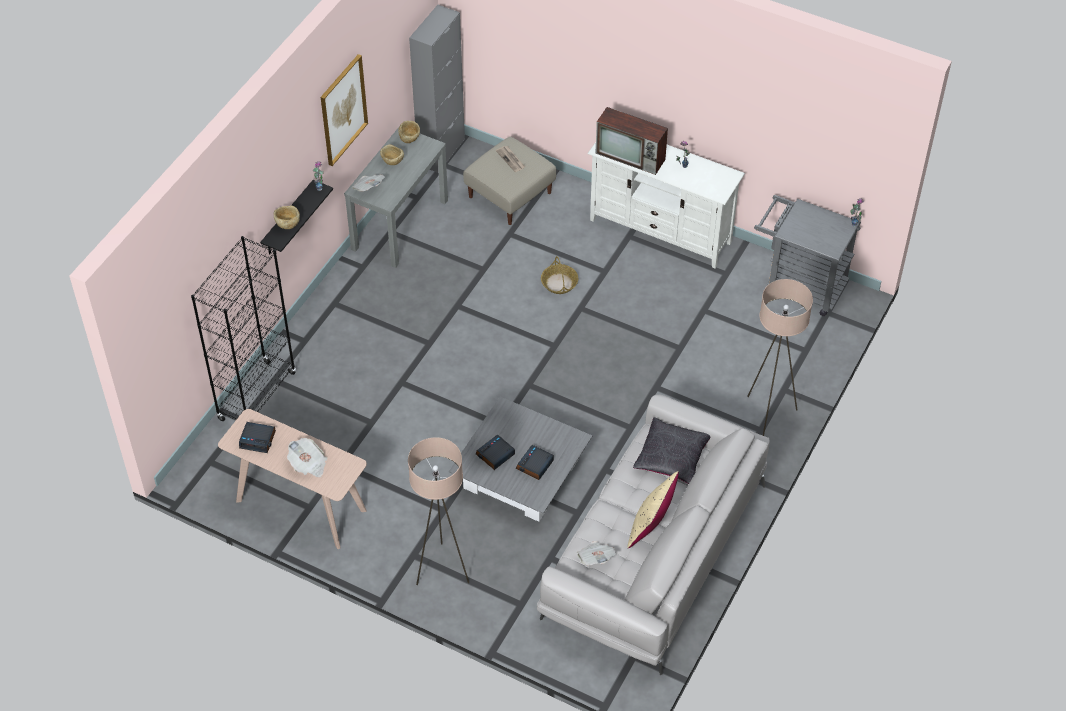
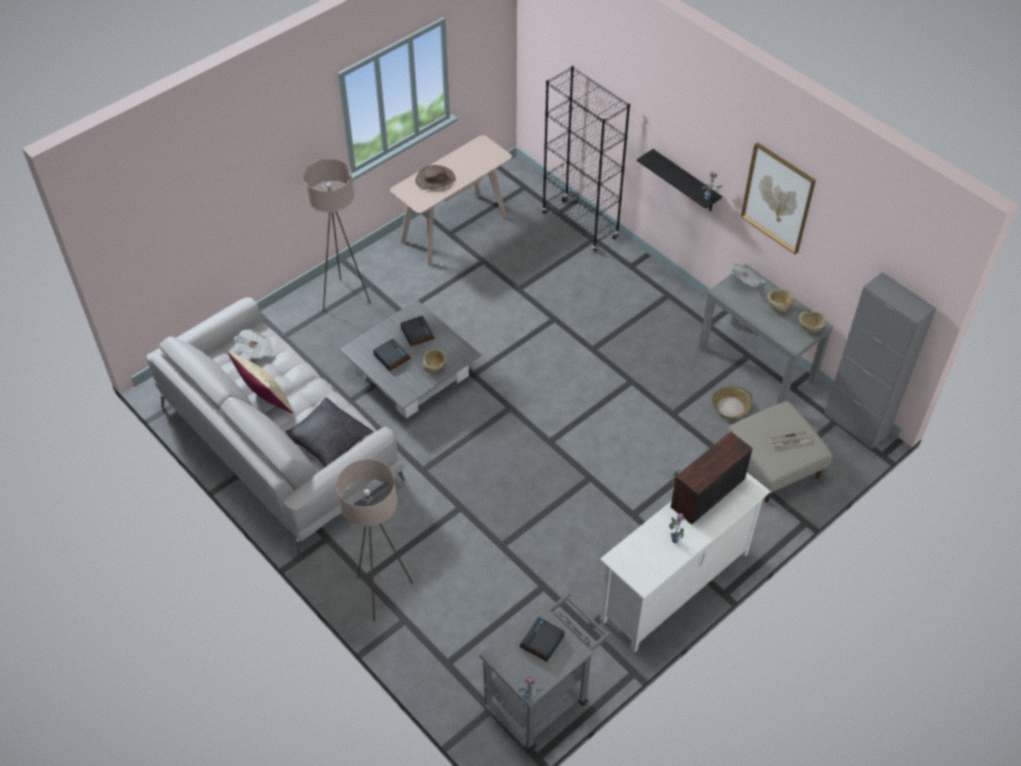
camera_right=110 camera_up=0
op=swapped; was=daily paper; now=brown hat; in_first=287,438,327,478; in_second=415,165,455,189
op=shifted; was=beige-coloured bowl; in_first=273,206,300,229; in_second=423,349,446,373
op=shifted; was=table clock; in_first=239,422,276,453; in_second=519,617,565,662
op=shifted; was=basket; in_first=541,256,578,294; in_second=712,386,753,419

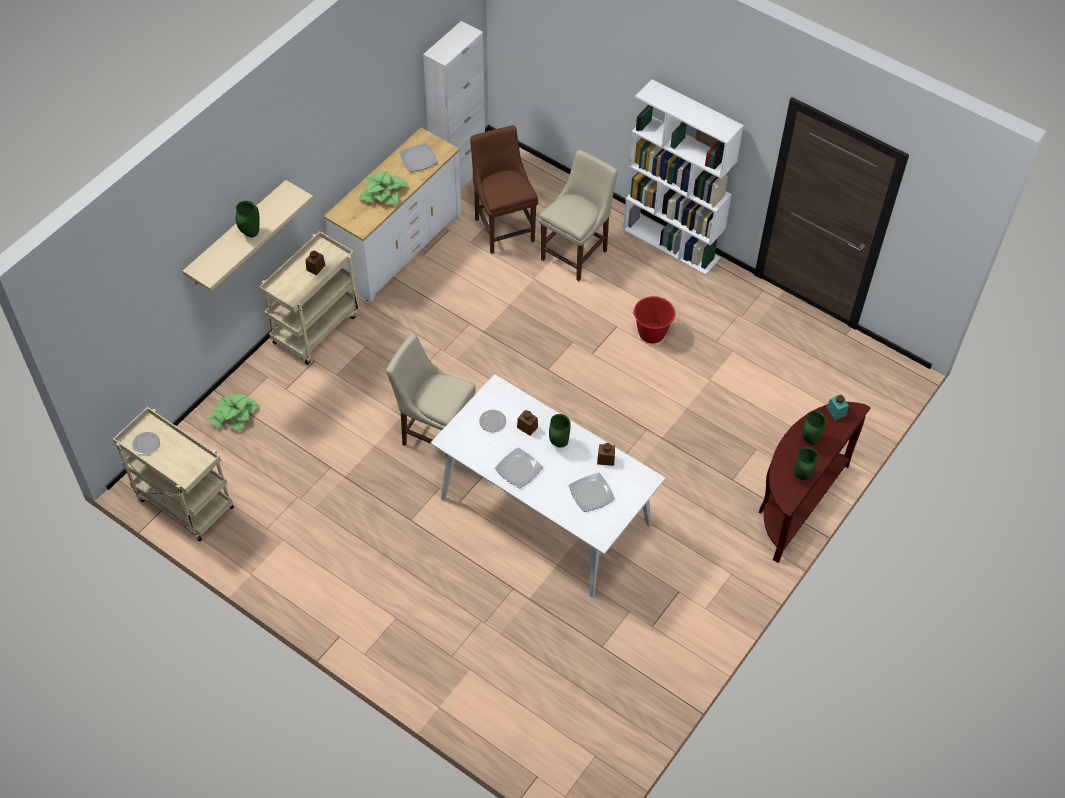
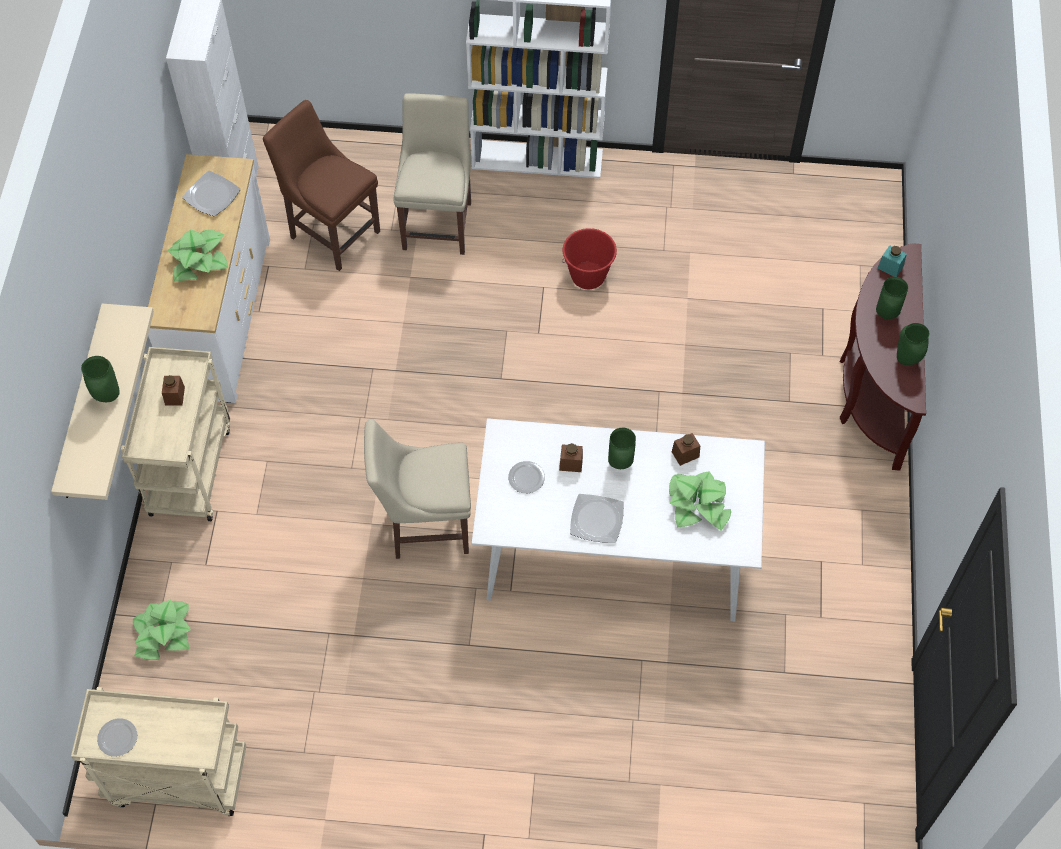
camera_right=-30 camera_up=5
op=swapped; was=flat dish; now=plant in a pot; in_first=569,472,615,512; in_second=669,471,731,530

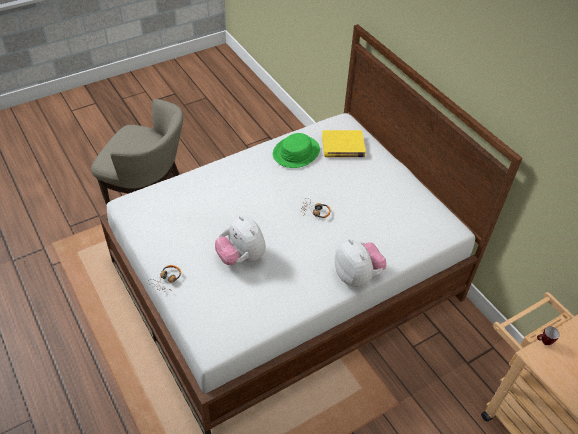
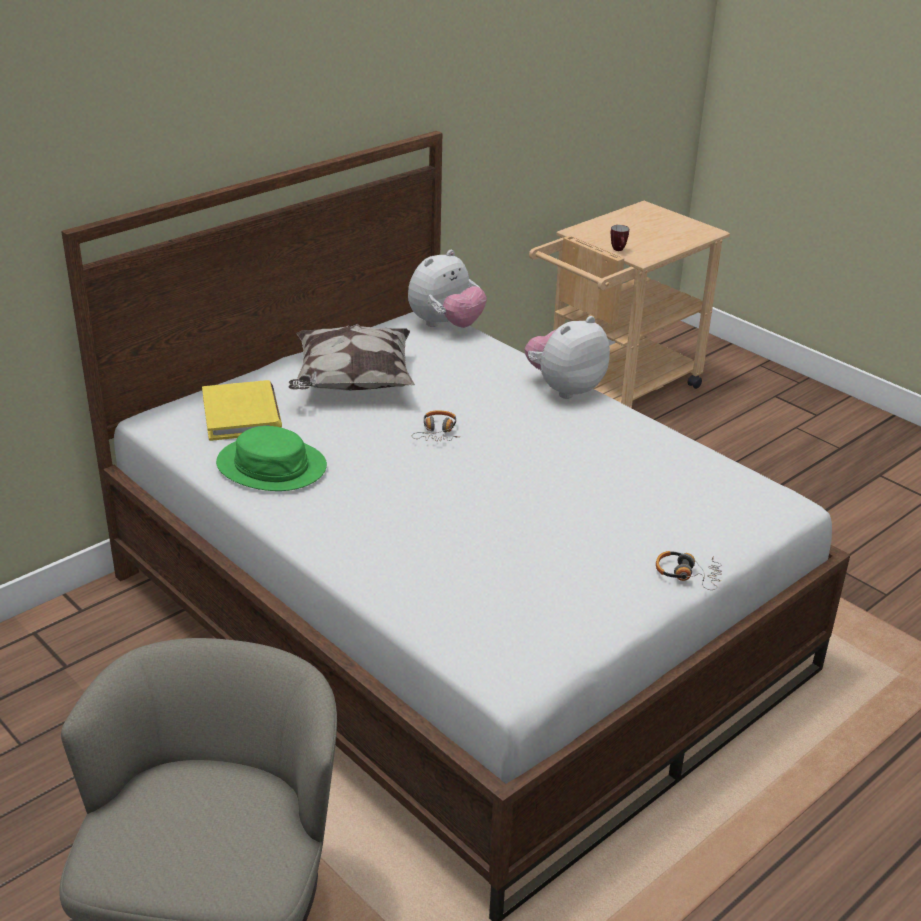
camera_right=-100 camera_up=-15
op=new; now=throw pillow; in_second=288,324,415,391
op=shifted; was=plush toy; in_first=215,216,266,265; in_second=408,250,487,328

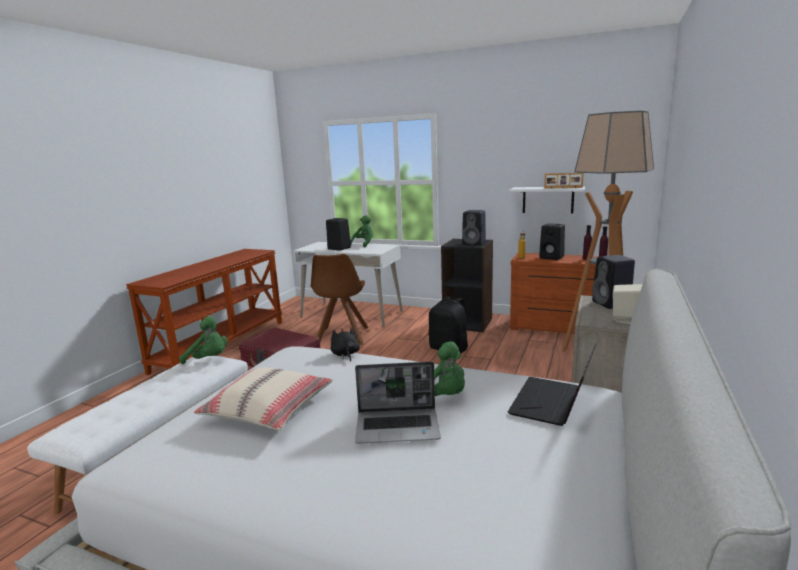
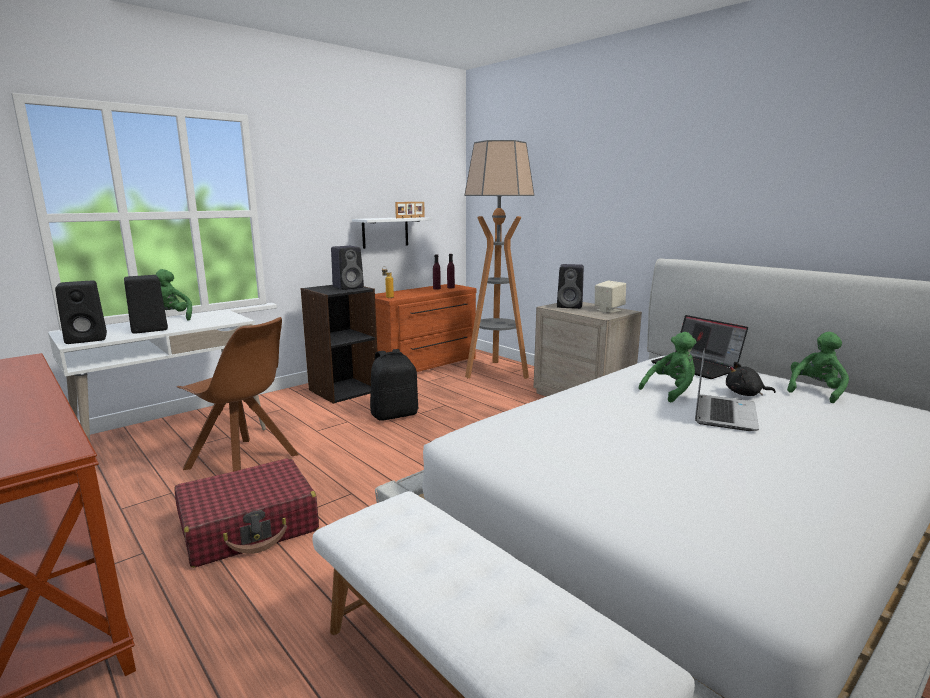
camera_right=-65 camera_up=0
op=shifted; was=black speaker; in_first=539,223,565,260; in_second=55,280,107,344
op=shifted; was=black plush toy; in_first=331,327,360,362; in_second=726,362,776,396
op=shifted; was=green plush toy; in_first=179,316,228,364; in_second=787,332,849,403
op=gone; was=beige-coloured throw pillow; in_first=194,368,333,431

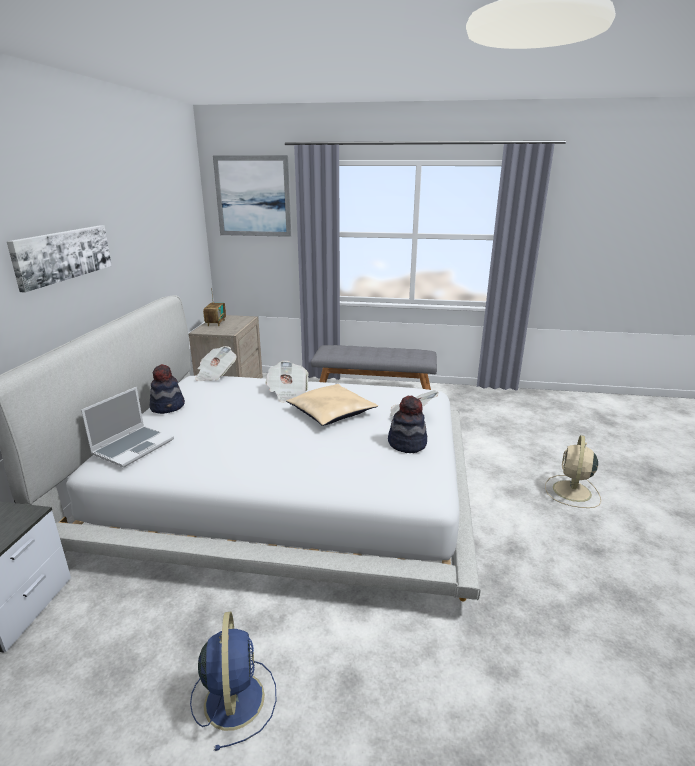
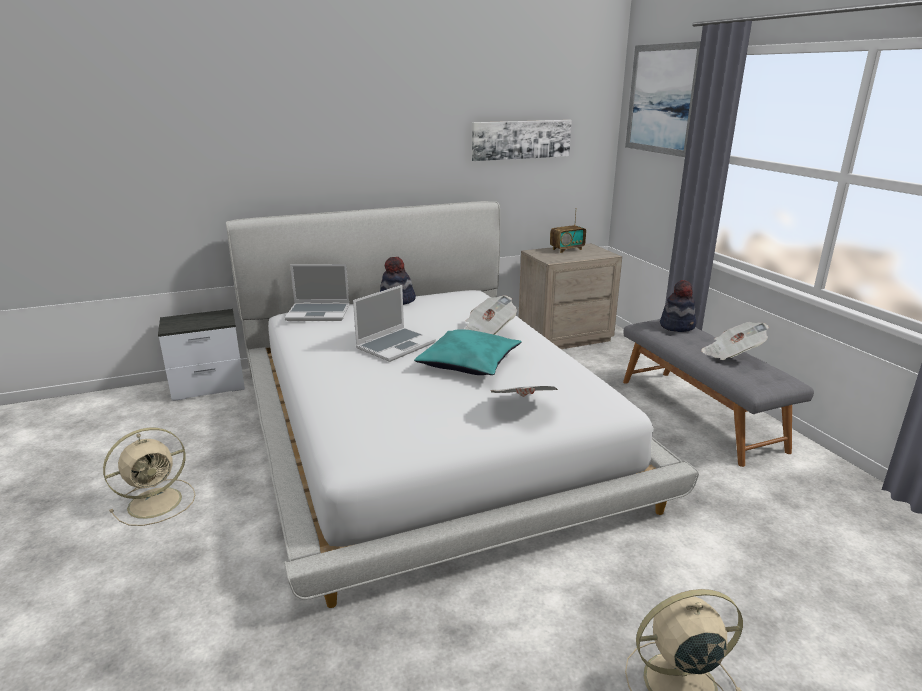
camera_right=60 camera_up=0
op=repainted; was=bluish fan; now=beige-coloured fan; in_first=190,612,277,751; in_second=103,428,195,526
op=new; now=portable computer; in_second=353,285,436,362
op=repainted; was=beige-coloured throw pillow; now=blue-green throw pillow; in_first=286,384,378,426; in_second=414,329,522,375
op=shifted; was=picture; in_first=6,225,112,293; in_second=472,120,572,161
op=shifted; was=hat; in_first=388,396,427,453; in_second=660,280,696,332
op=shifted; was=daily paper; in_first=195,346,236,381; in_second=701,322,769,360

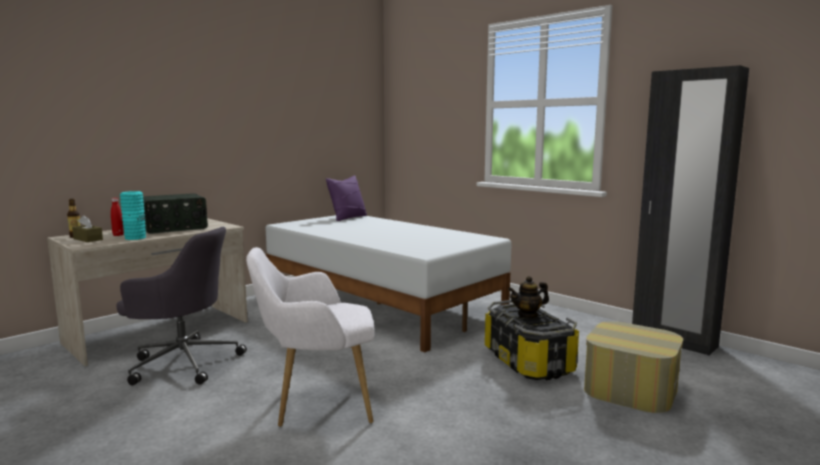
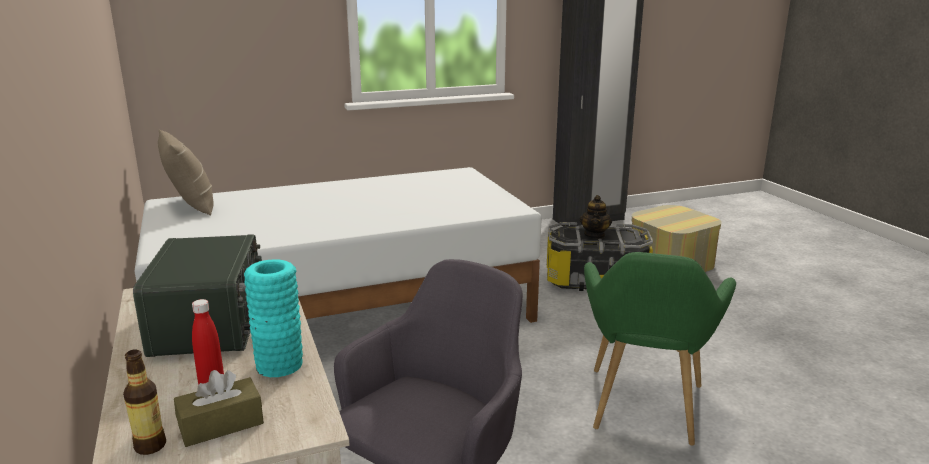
camera_right=-65 camera_up=10
op=repainted; was=purple throw pillow; now=beige-coloured throw pillow; in_first=326,176,367,221; in_second=158,130,213,216
op=repainted; was=white armchair; now=green armchair; in_first=246,247,374,427; in_second=584,252,736,446

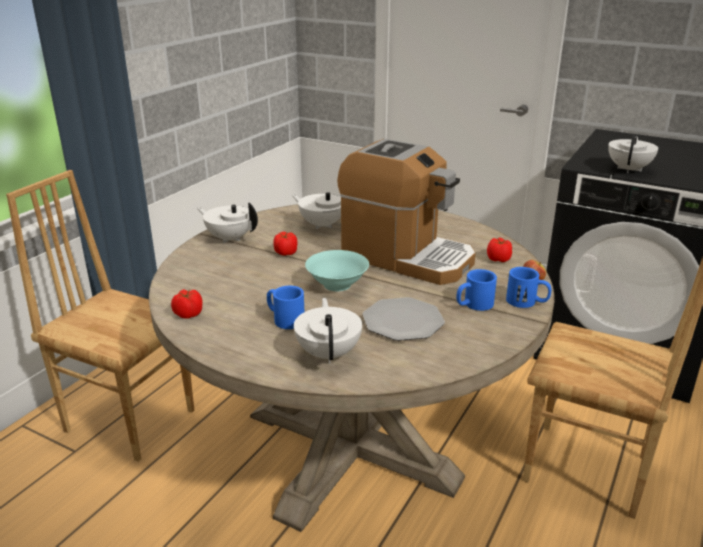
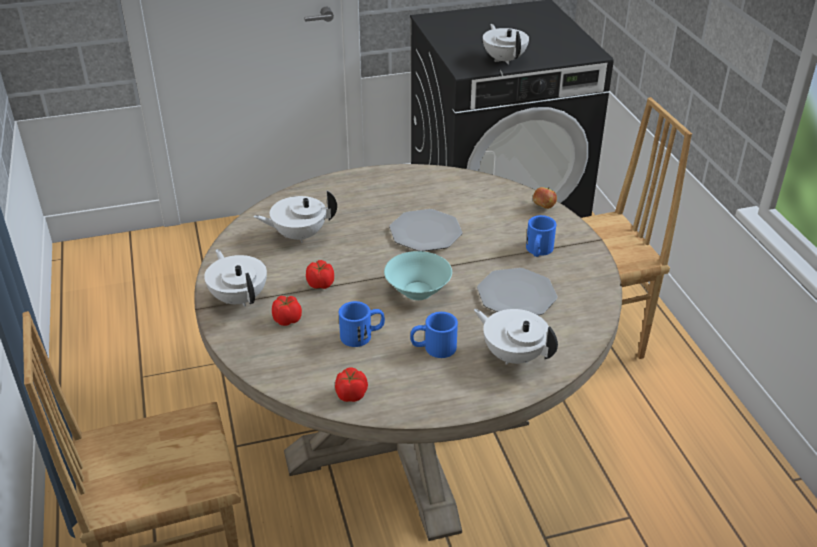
camera_right=-45 camera_up=10
op=rotated; was=white tea pot; in_first=197,202,258,243; in_second=204,249,267,307; clockwise=75
op=shifted; was=tomato; in_first=487,238,512,262; in_second=272,296,302,326
op=shifted; was=bluish tea mug; in_first=506,267,551,308; in_second=339,301,385,347
op=swapped; was=coffee brewer; now=flat dish; in_first=337,139,476,285; in_second=389,209,463,251

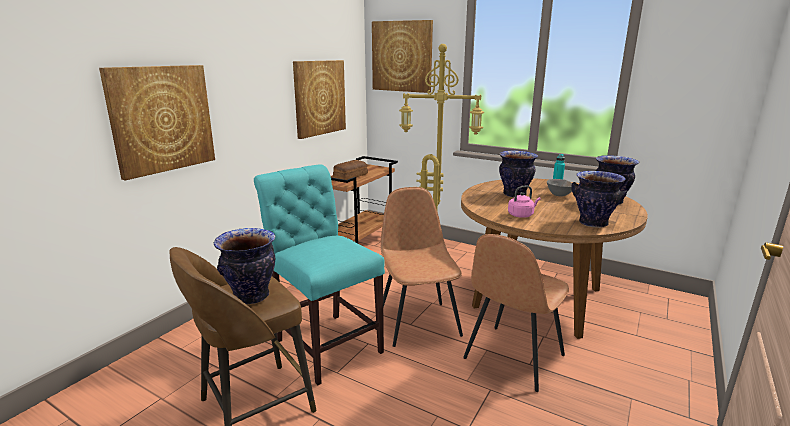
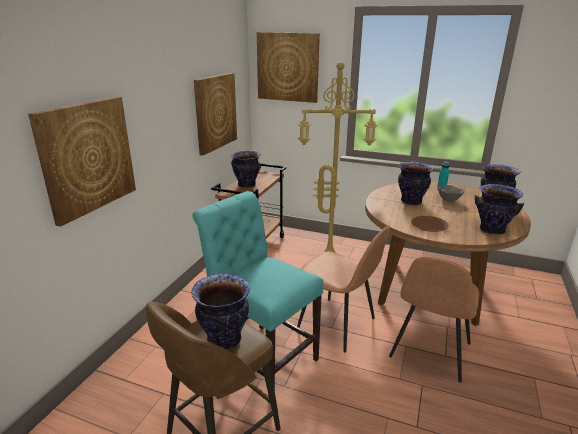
camera_right=-10 camera_up=5
op=swapped; was=baked bread; now=flower vase; in_first=333,160,368,180; in_second=231,151,261,188
op=rotated; was=brown upright chair; in_first=381,187,463,347; in_second=297,226,391,353; clockwise=150
op=swapped; was=pinkish water kettle; now=brown flat dish; in_first=508,186,541,218; in_second=411,216,449,232

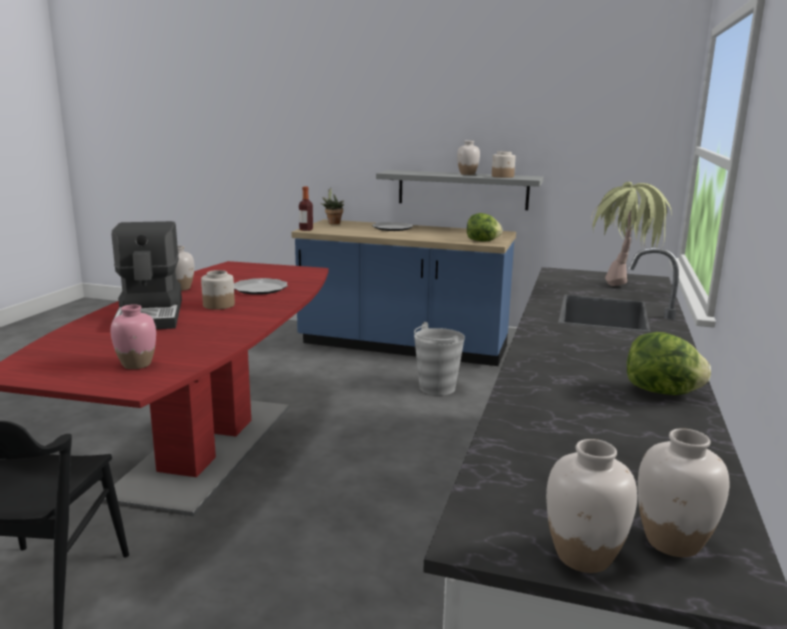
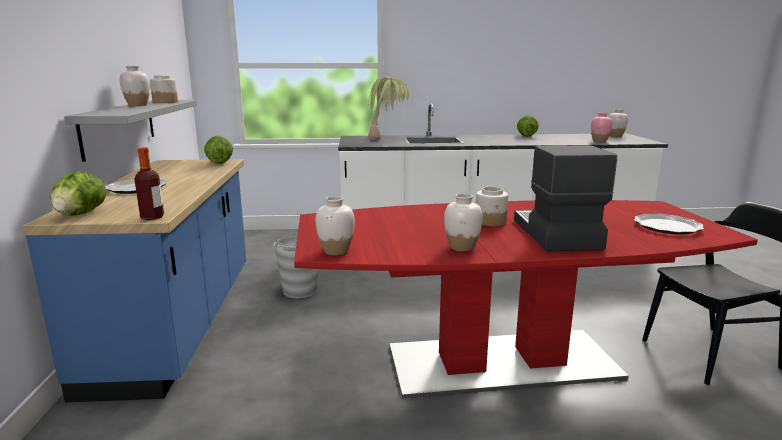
camera_right=-110 camera_up=0
op=swapped; was=plant in a pot; now=lettuce; in_first=321,188,344,224; in_second=51,171,107,216
op=shifted; was=white flower vase; in_first=546,439,637,573; in_second=316,196,355,255
op=rotated; was=coffee brewer; in_first=112,221,182,329; in_second=514,145,617,251; clockwise=-60
op=shifted; was=pinkish flower vase; in_first=110,305,156,369; in_second=591,112,612,142
op=shifted; was=flat dish; in_first=234,278,288,295; in_second=634,214,704,235

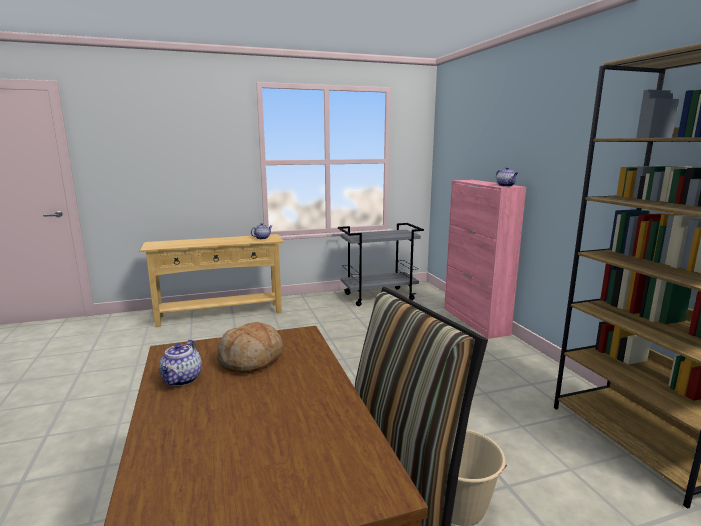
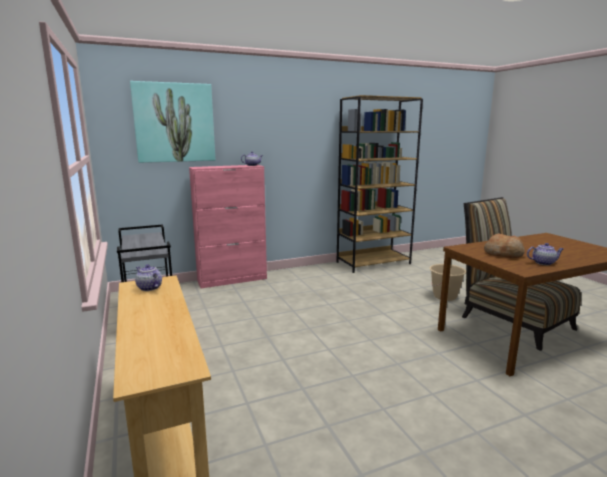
camera_right=-95 camera_up=0
op=new; now=picture; in_second=130,81,215,163

